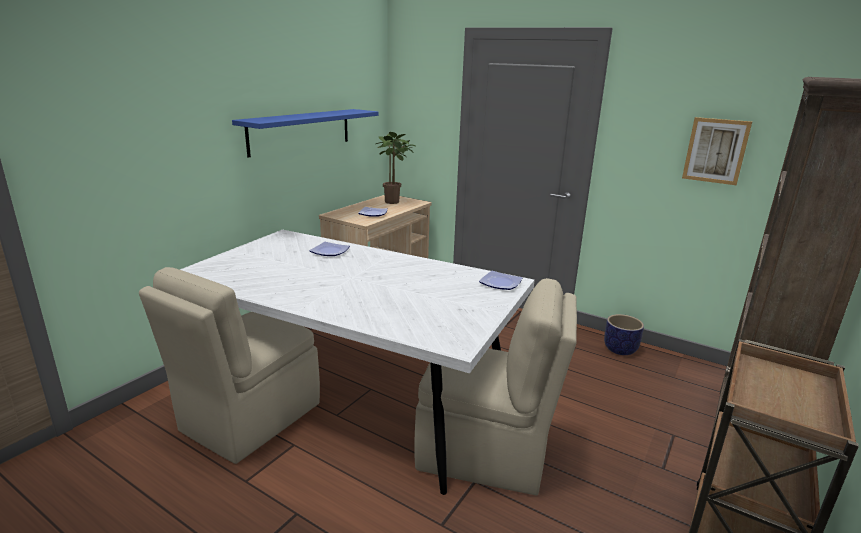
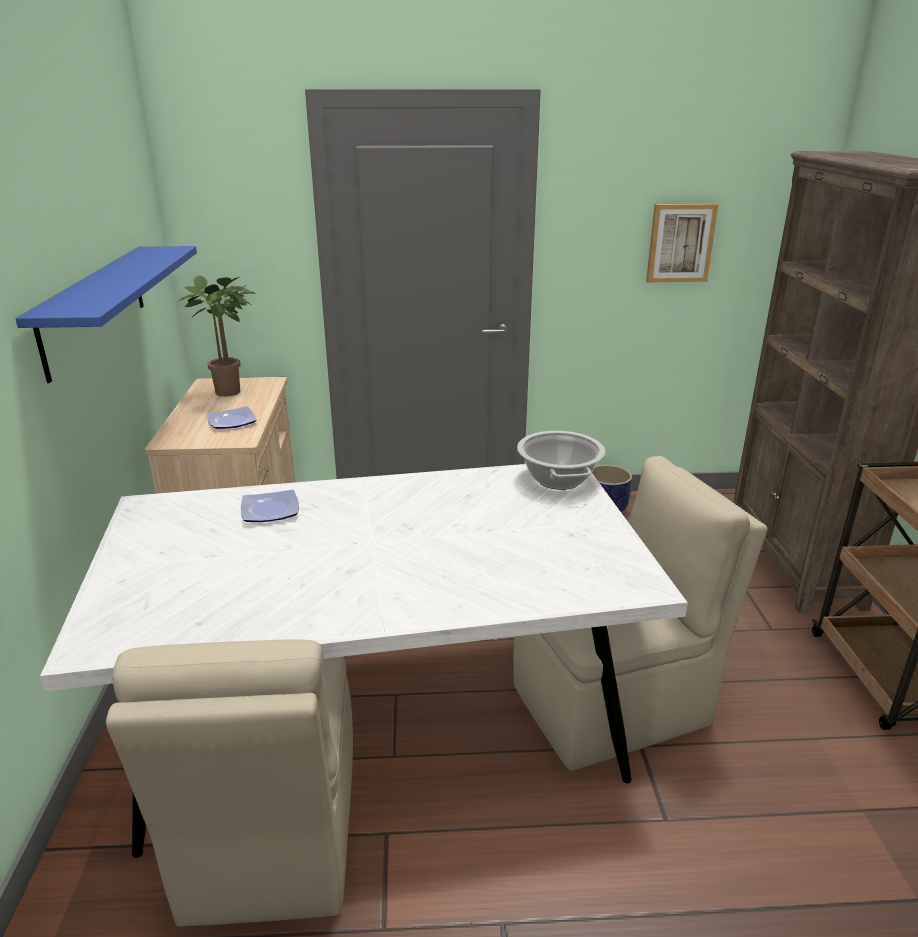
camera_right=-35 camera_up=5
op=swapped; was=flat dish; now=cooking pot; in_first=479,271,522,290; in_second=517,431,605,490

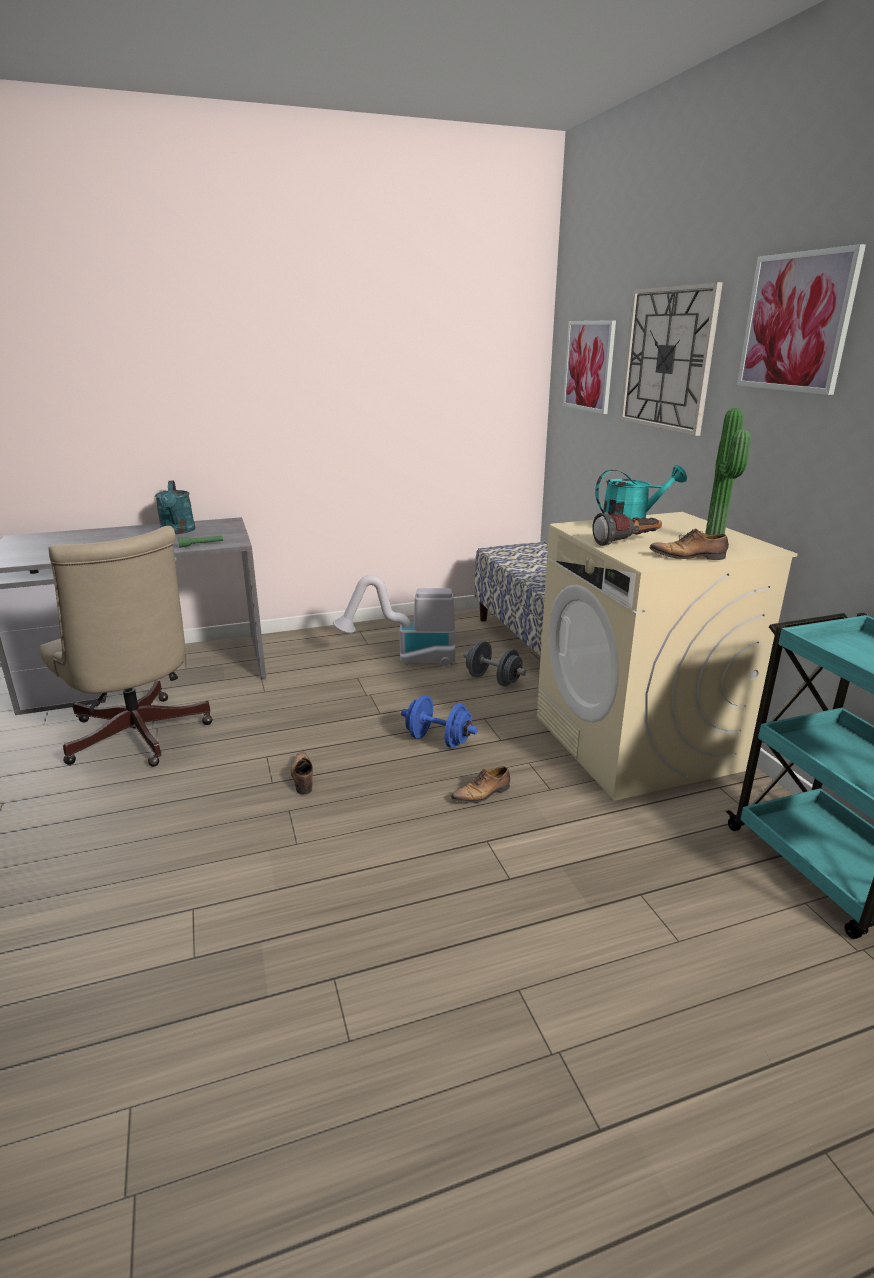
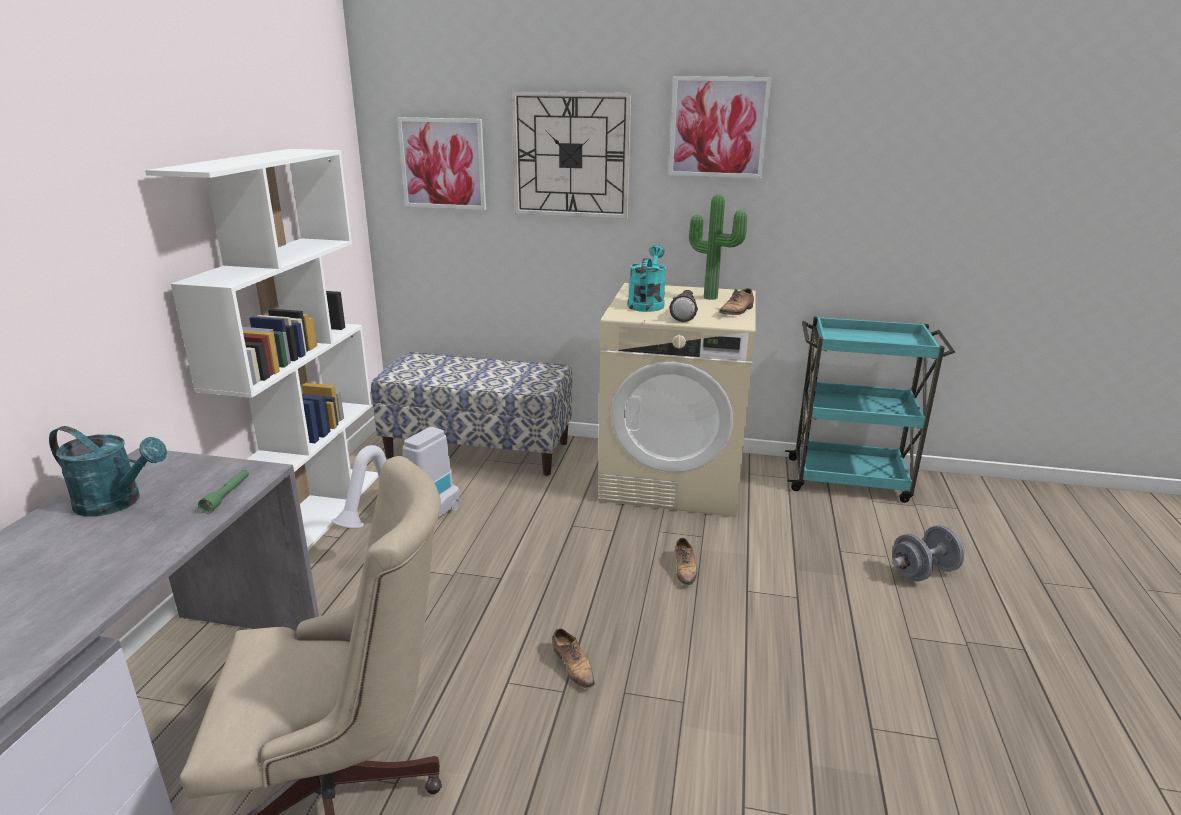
camera_right=-60 camera_up=0
op=new; now=white bookshelf; in_second=145,149,379,550
op=rotated; was=low shoe; in_first=291,752,313,794; in_second=552,628,595,688; clockwise=-135
op=shifted; was=greyish dumbbell; in_first=463,641,526,687; in_second=892,525,965,581
op=gone; was=bluish dumbbell; in_first=401,695,478,748

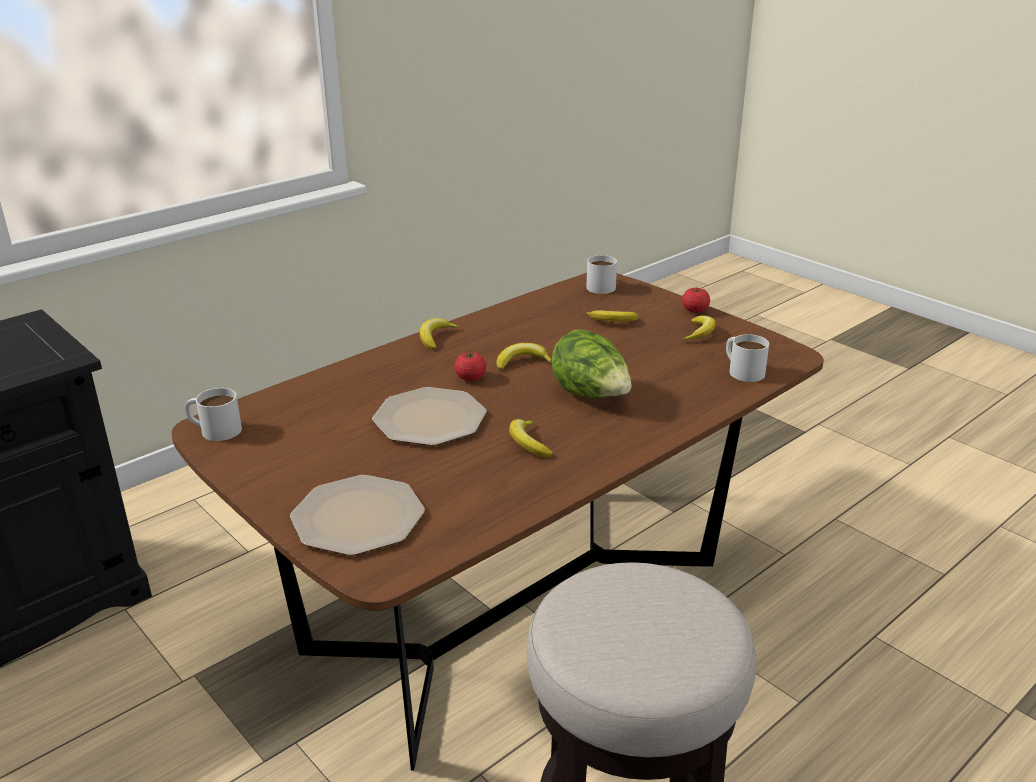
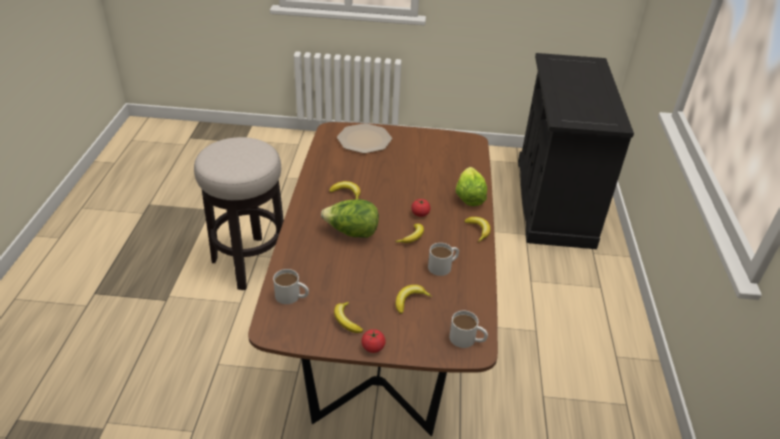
camera_right=135 camera_up=10
op=shifted; was=white tea mug; in_first=184,388,242,441; in_second=428,243,459,276
op=new; now=lettuce; in_second=456,167,487,206
op=gone; was=flat dish; in_first=372,387,487,446

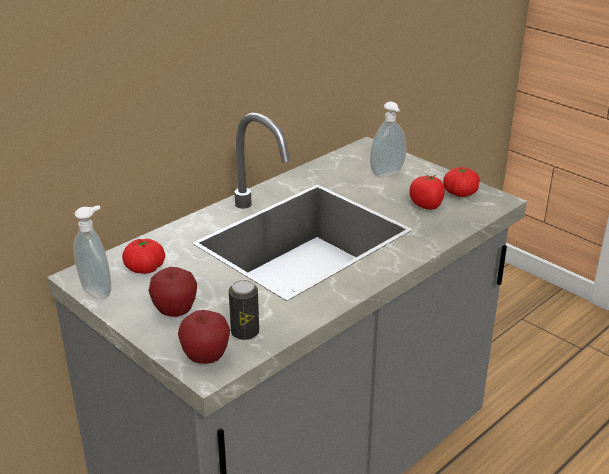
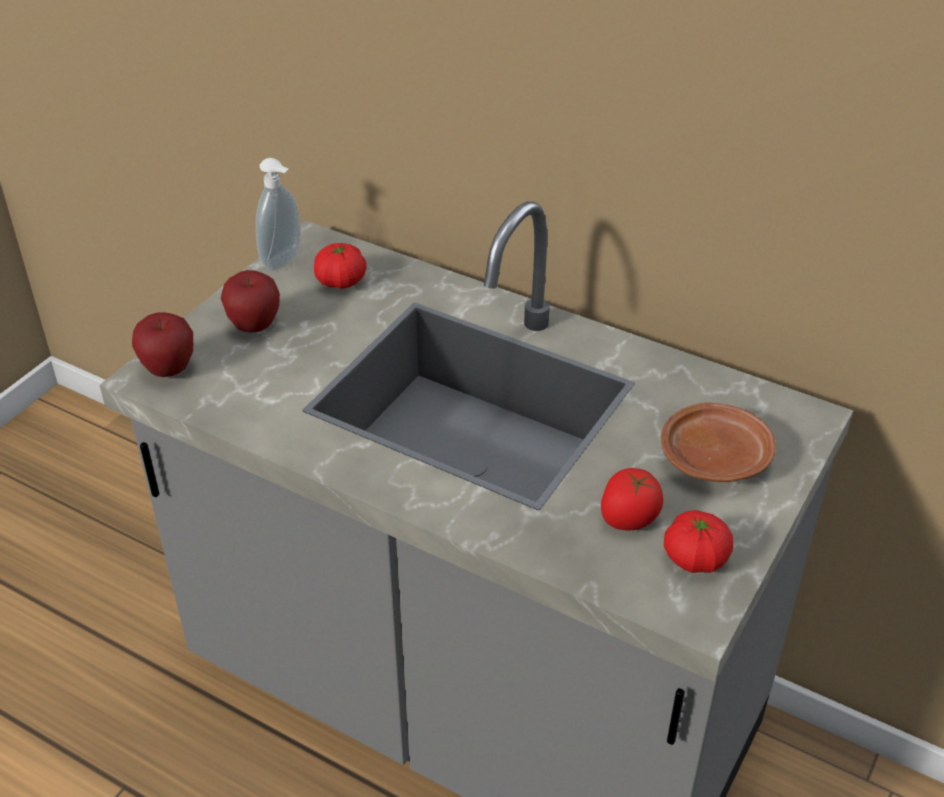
camera_right=75 camera_up=10
op=swapped; was=soap bottle; now=brown flat dish; in_first=370,102,406,177; in_second=661,403,776,482
op=gone; was=metal can; in_first=229,280,259,340

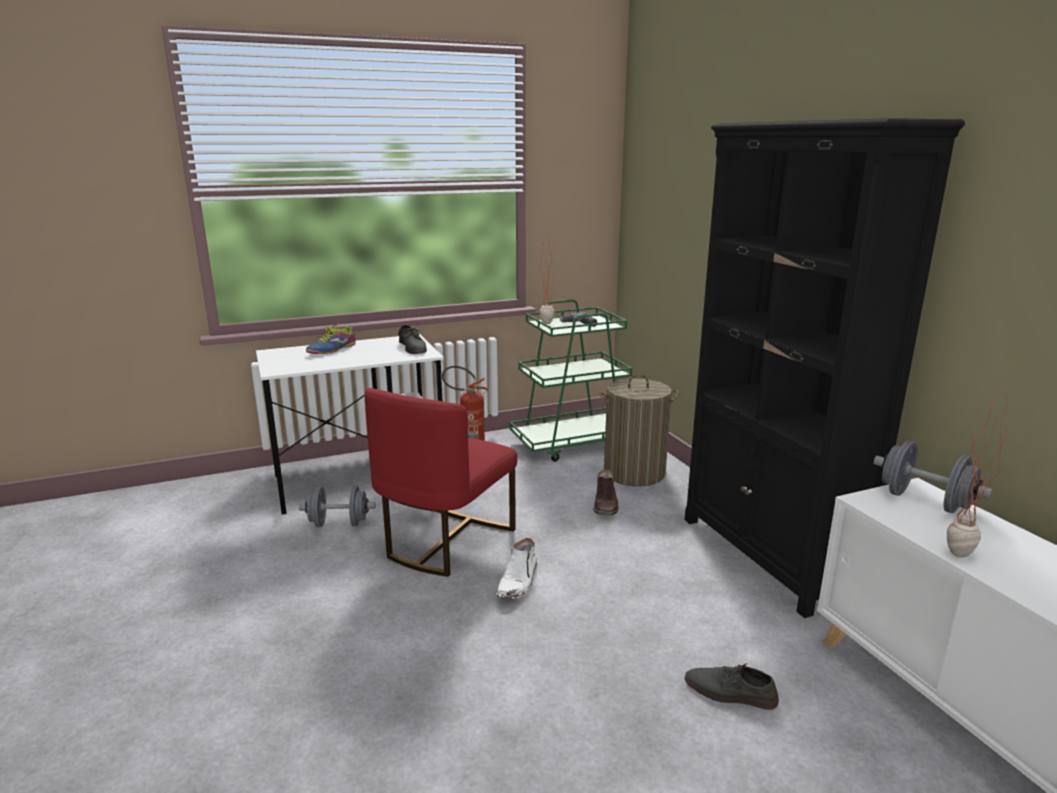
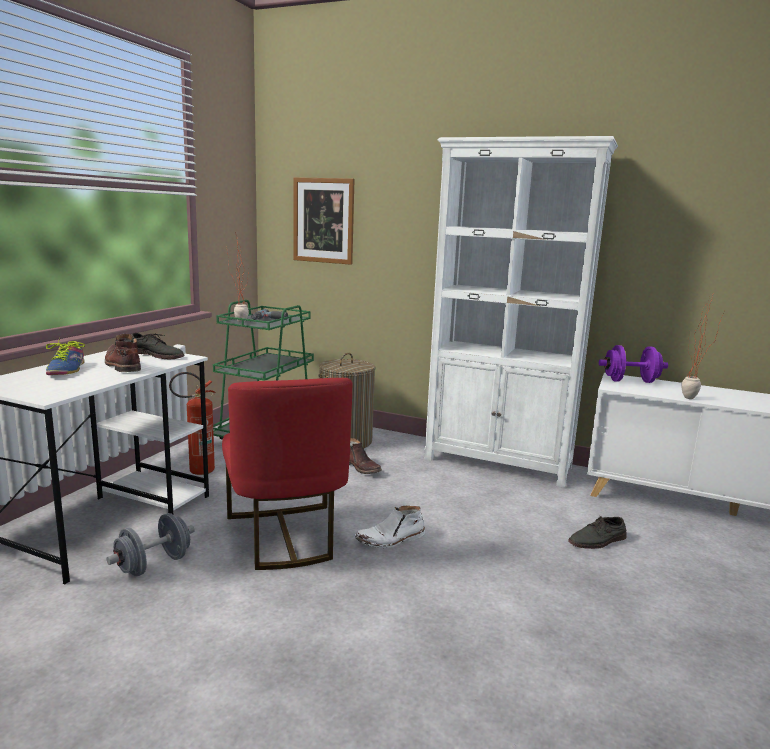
camera_right=-45 camera_up=-5
op=new; now=brown tall boot; in_second=105,334,141,372
op=new; now=picture; in_second=293,177,355,265
op=rotated; was=white tall boot; in_first=496,538,538,599; in_second=354,506,425,548; clockwise=90
op=repainted; was=black bookshelf; now=white bookshelf; in_first=685,118,965,618; in_second=424,136,618,488
op=repainted; was=greyish dumbbell; now=purple dumbbell; in_first=874,440,993,513; in_second=599,345,668,383

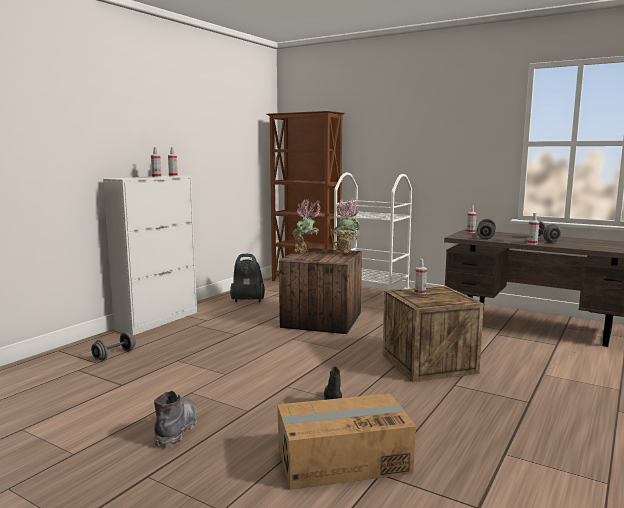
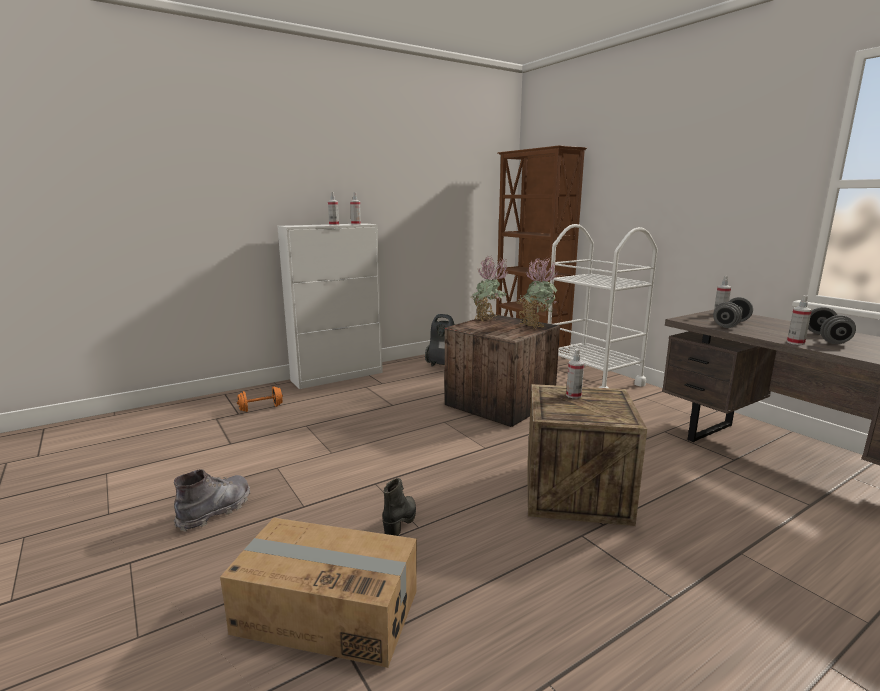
camera_right=25 camera_up=5
op=repainted; was=greyish dumbbell; now=orange-coloured dumbbell; in_first=91,332,136,360; in_second=237,386,283,412

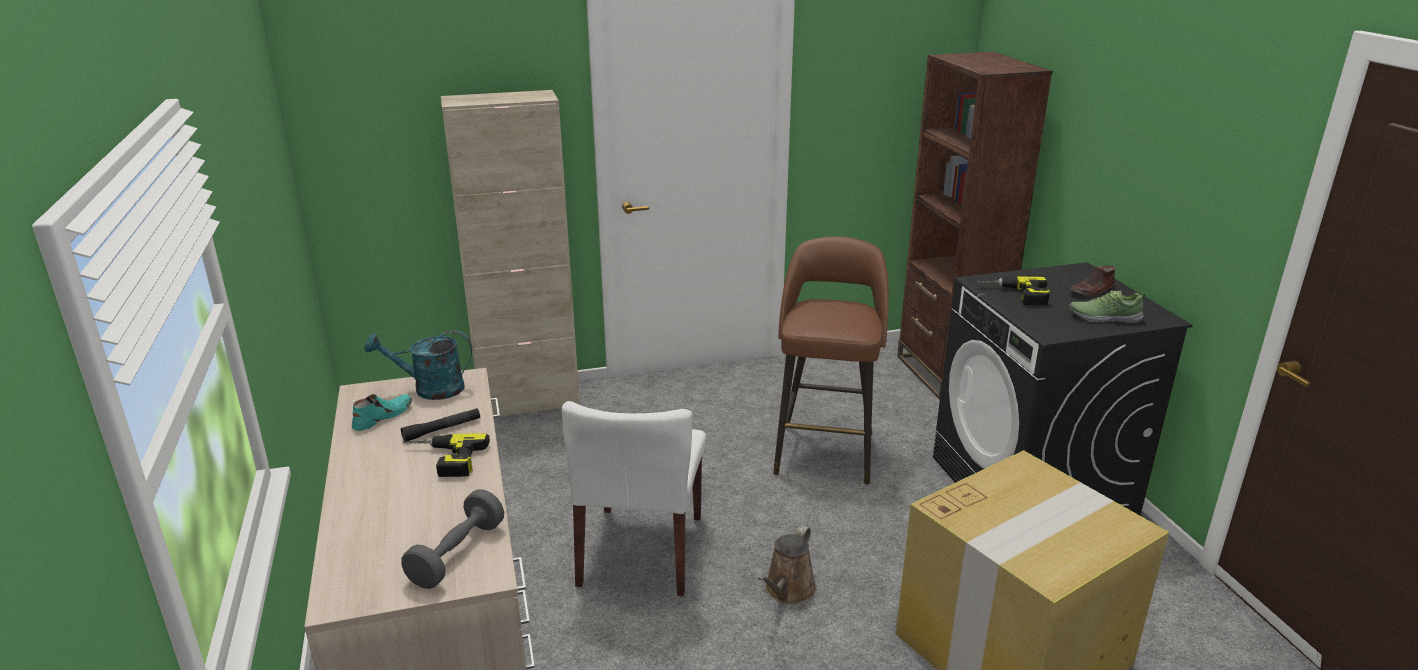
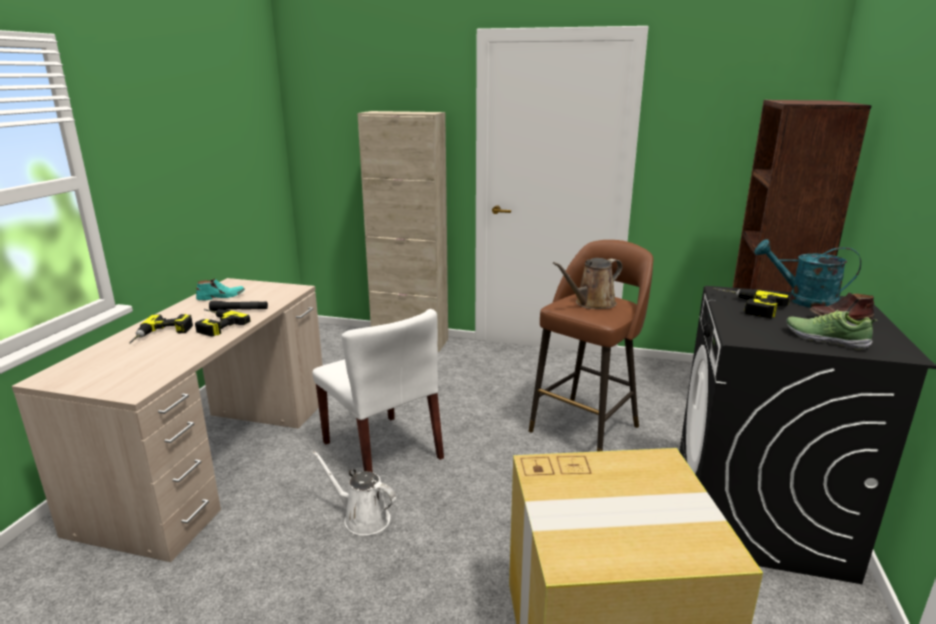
camera_right=30 camera_up=-5
op=new; now=power drill; in_second=129,314,193,344
op=rotated; was=white upright chair; in_first=562,401,706,596; in_second=312,309,444,472; clockwise=-75
op=new; now=white watering can; in_second=312,451,396,536
op=shifted; was=brown watering can; in_first=758,525,816,604; in_second=553,258,622,309
op=shifted; was=blue-green watering can; in_first=364,330,472,400; in_second=754,239,861,308
op=gone; was=greyish dumbbell; in_first=401,489,504,589

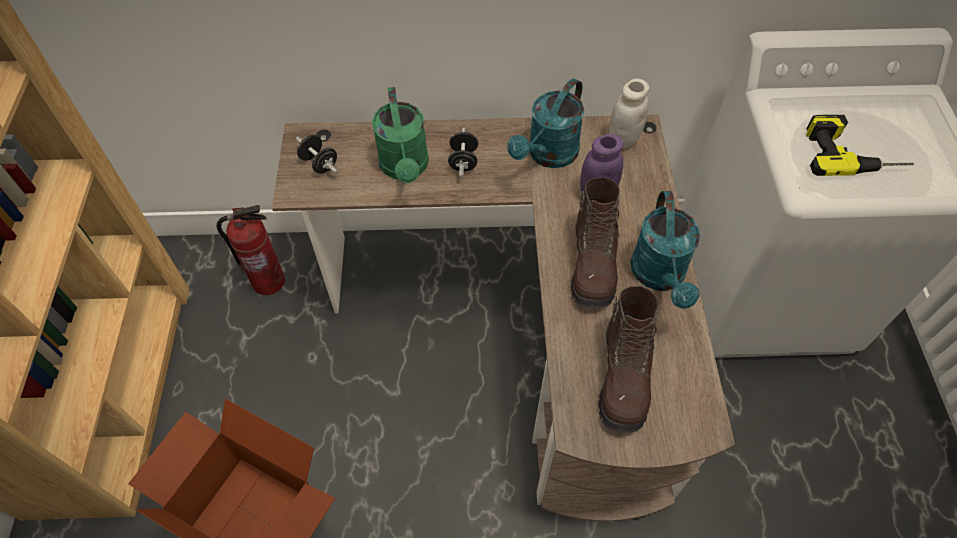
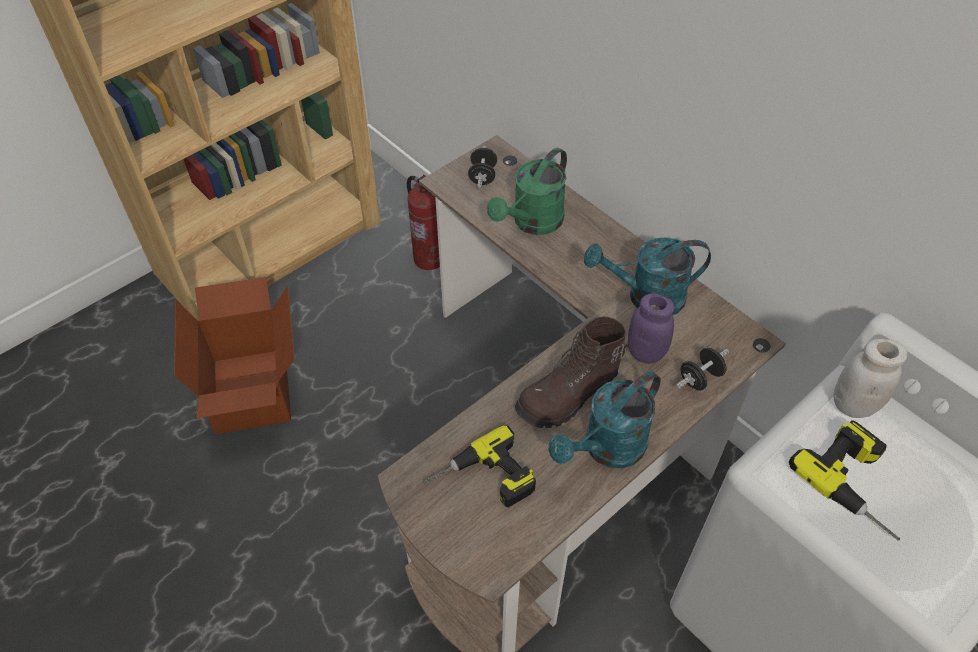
camera_right=50 camera_up=-5
op=swapped; was=brown tall boot; now=power drill; in_first=598,286,658,433; in_second=422,425,536,508
op=shifted; was=black dumbbell; in_first=448,127,478,177; in_second=676,347,729,391
op=shifted; was=white jar; in_first=609,78,649,148; in_second=833,339,907,418

